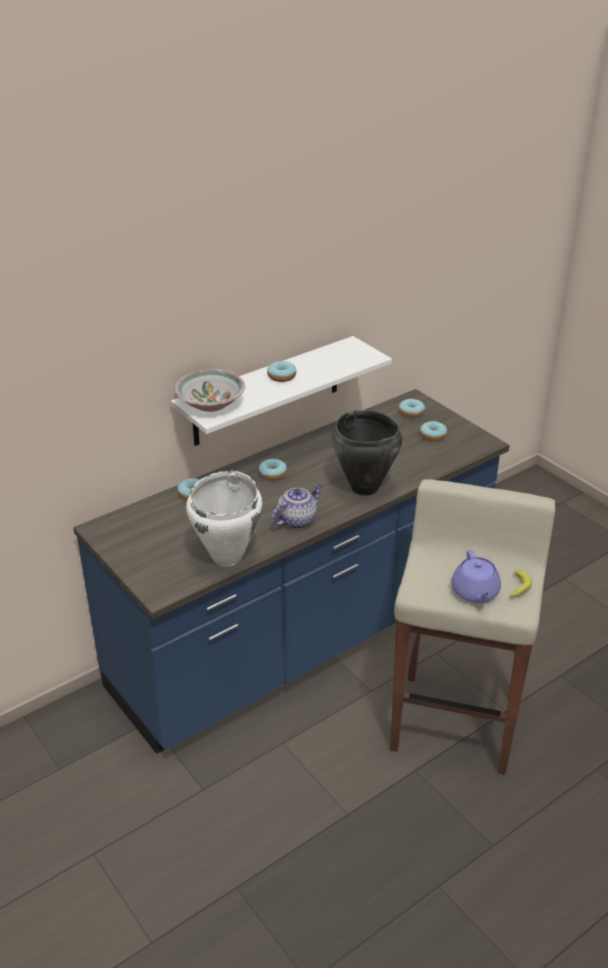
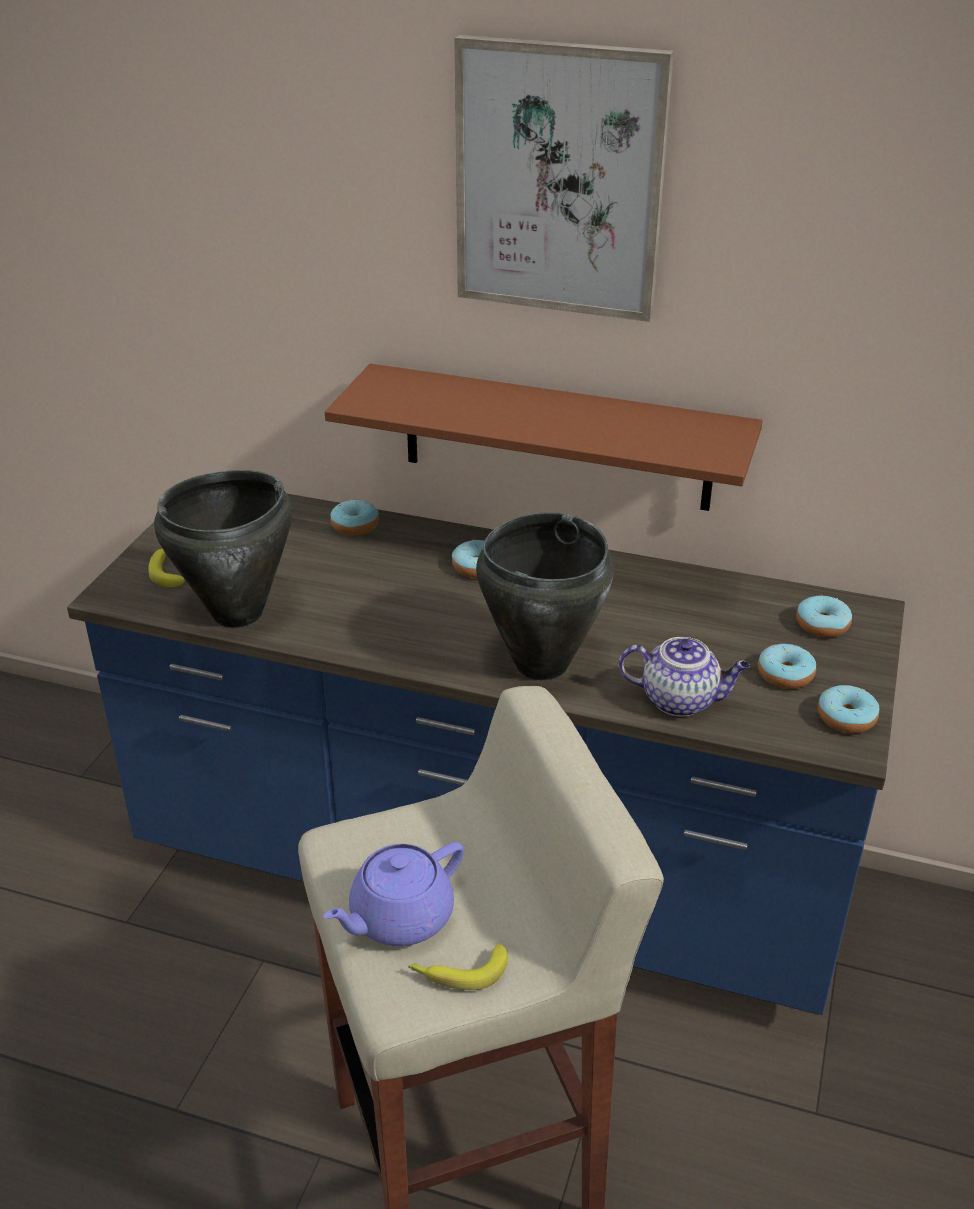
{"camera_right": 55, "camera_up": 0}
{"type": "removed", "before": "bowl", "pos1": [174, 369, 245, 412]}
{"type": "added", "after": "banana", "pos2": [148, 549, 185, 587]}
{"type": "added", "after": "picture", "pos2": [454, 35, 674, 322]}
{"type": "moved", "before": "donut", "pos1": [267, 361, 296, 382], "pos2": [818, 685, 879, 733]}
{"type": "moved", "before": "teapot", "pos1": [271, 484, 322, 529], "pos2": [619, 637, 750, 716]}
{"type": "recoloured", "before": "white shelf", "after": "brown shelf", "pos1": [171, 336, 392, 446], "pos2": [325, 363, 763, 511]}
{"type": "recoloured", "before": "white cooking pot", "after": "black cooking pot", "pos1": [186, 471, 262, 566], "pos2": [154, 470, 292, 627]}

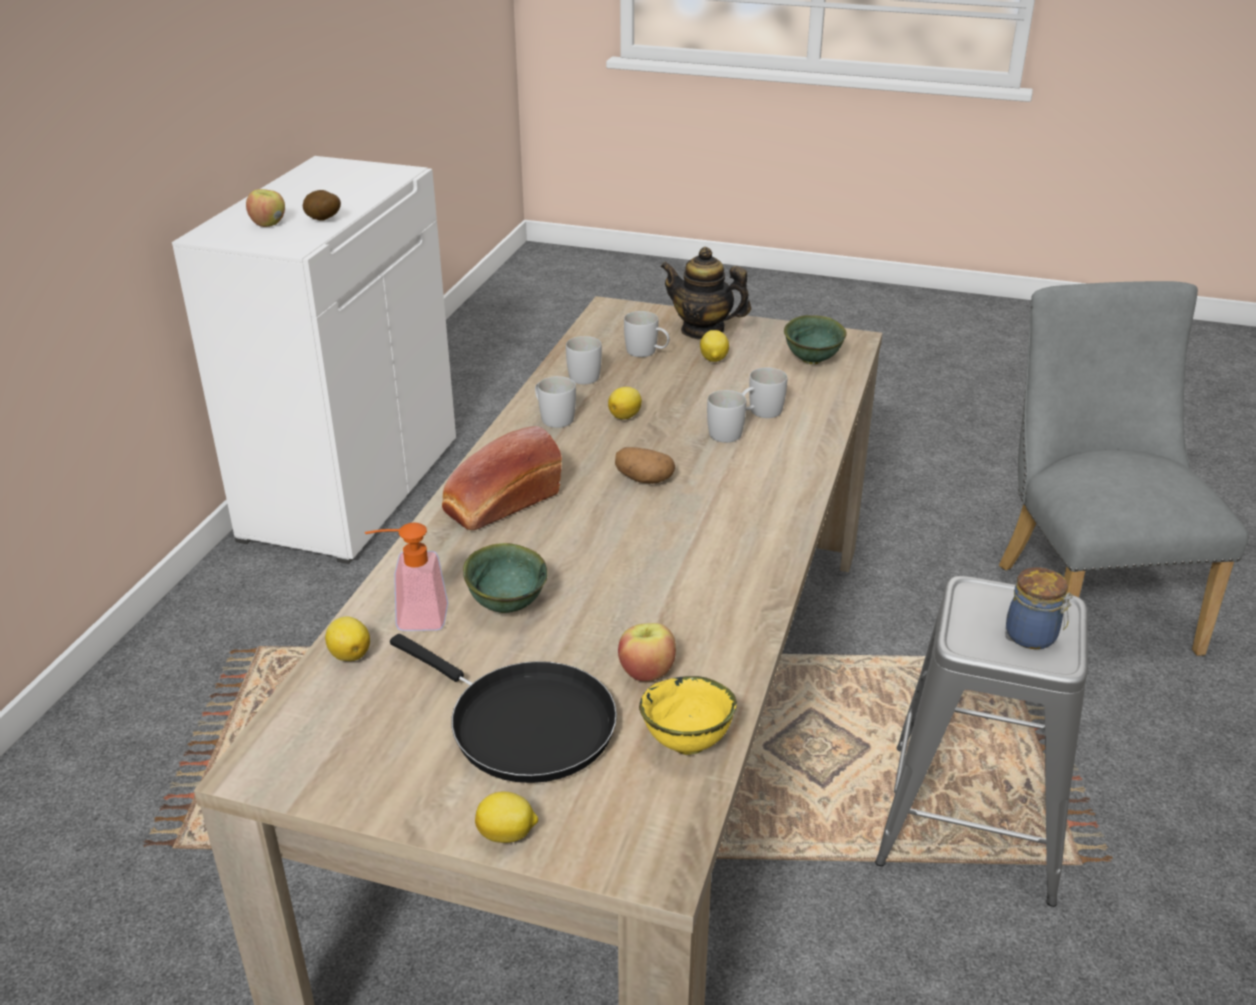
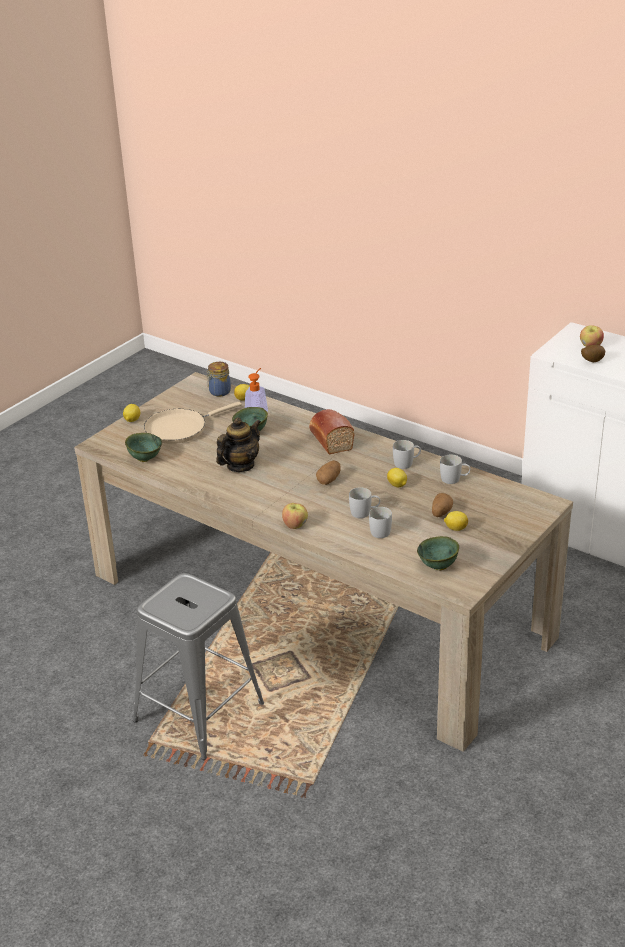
{"camera_right": 110, "camera_up": 0}
{"type": "removed", "before": "white mug", "pos1": [624, 311, 670, 357]}
{"type": "removed", "before": "grey chair", "pos1": [999, 281, 1249, 656]}
{"type": "added", "after": "potato", "pos2": [432, 493, 453, 517]}
{"type": "moved", "before": "apple", "pos1": [618, 623, 676, 682], "pos2": [282, 503, 308, 529]}
{"type": "moved", "before": "teapot", "pos1": [660, 247, 751, 340], "pos2": [216, 417, 261, 472]}
{"type": "moved", "before": "jar", "pos1": [1006, 567, 1073, 649], "pos2": [206, 362, 231, 396]}
{"type": "recoloured", "before": "black frying pan", "after": "beige frying pan", "pos1": [390, 634, 617, 783], "pos2": [144, 402, 242, 444]}
{"type": "recoloured", "before": "yellow bowl", "after": "green bowl", "pos1": [639, 676, 737, 755], "pos2": [125, 433, 162, 462]}

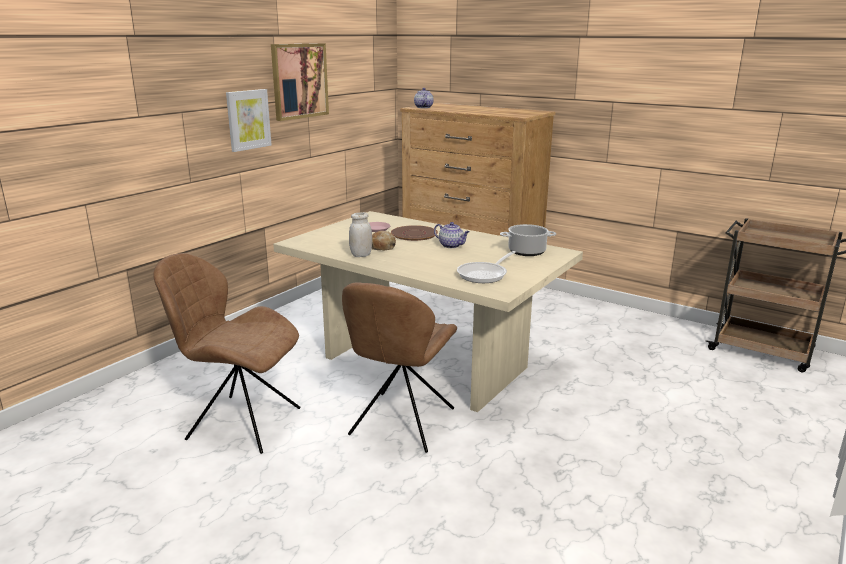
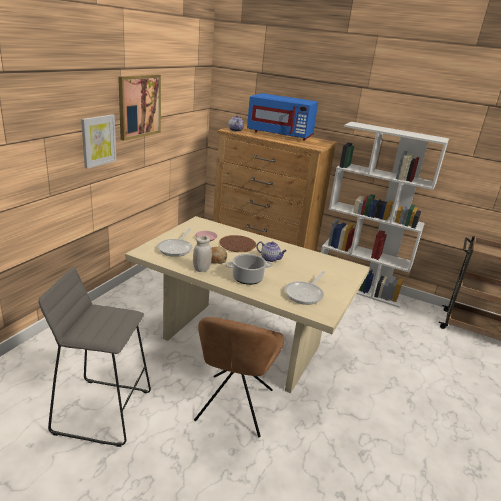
{"camera_right": -10, "camera_up": 5}
{"type": "added", "after": "frying pan", "pos2": [158, 228, 192, 257]}
{"type": "added", "after": "blue microwave", "pos2": [247, 93, 318, 141]}
{"type": "added", "after": "white bookcase", "pos2": [321, 122, 449, 307]}
{"type": "moved", "before": "cooking pot", "pos1": [500, 224, 556, 256], "pos2": [225, 254, 273, 285]}
{"type": "replaced", "before": "brown chair", "after": "grey stool", "pos1": [153, 253, 301, 454], "pos2": [38, 267, 151, 447]}

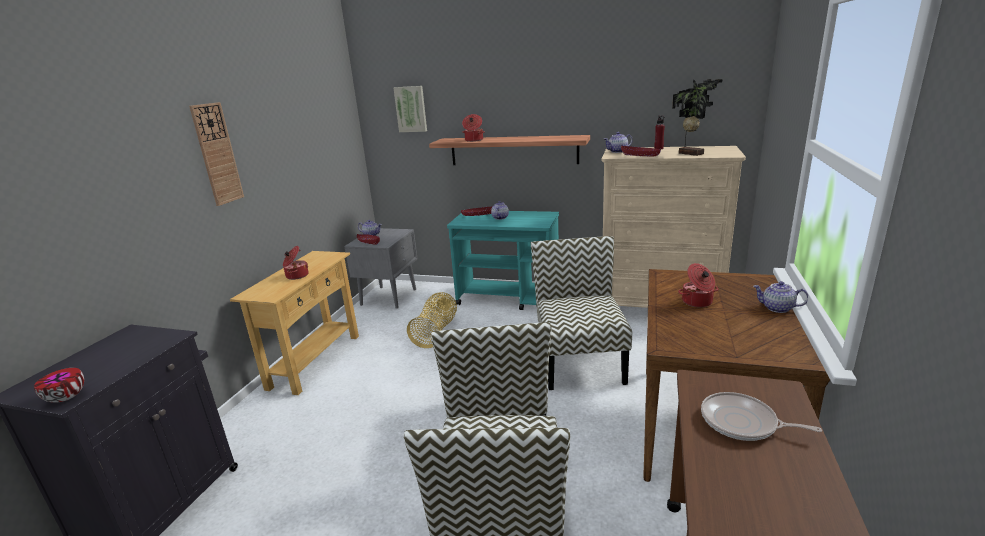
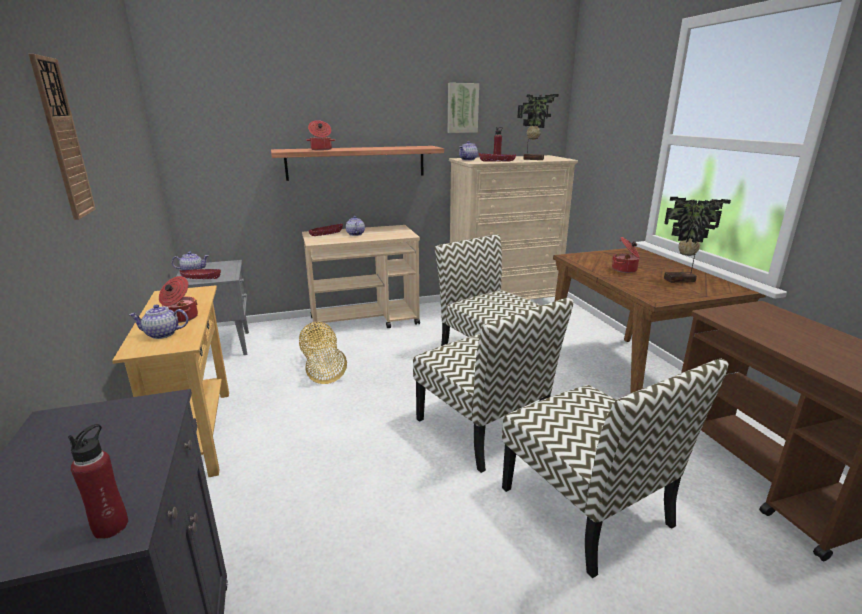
{"camera_right": -35, "camera_up": 0}
{"type": "removed", "before": "frying pan", "pos1": [701, 392, 822, 441]}
{"type": "added", "after": "potted plant", "pos2": [664, 197, 731, 283]}
{"type": "moved", "before": "picture", "pos1": [394, 86, 427, 132], "pos2": [448, 83, 479, 133]}
{"type": "moved", "before": "teapot", "pos1": [753, 281, 808, 313], "pos2": [129, 304, 188, 339]}
{"type": "replaced", "before": "bowl", "after": "red bottle", "pos1": [34, 368, 84, 403], "pos2": [68, 424, 128, 539]}
{"type": "recoloured", "before": "turquoise cart", "after": "beige cart", "pos1": [447, 211, 559, 310], "pos2": [302, 225, 420, 328]}

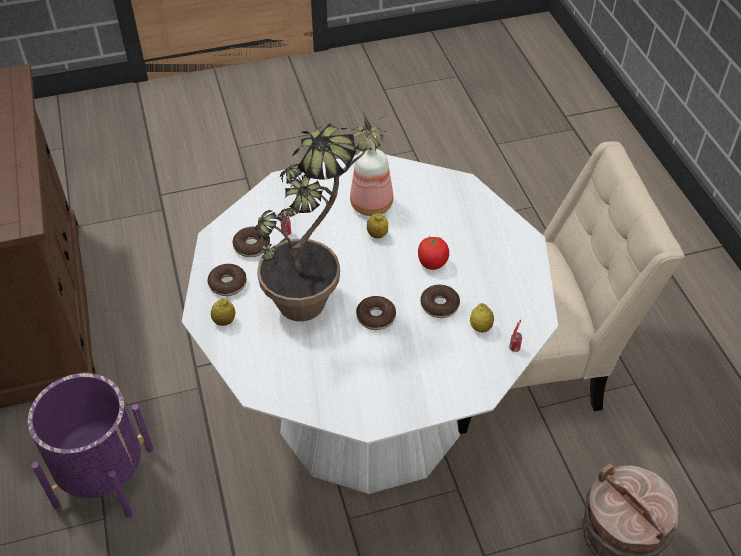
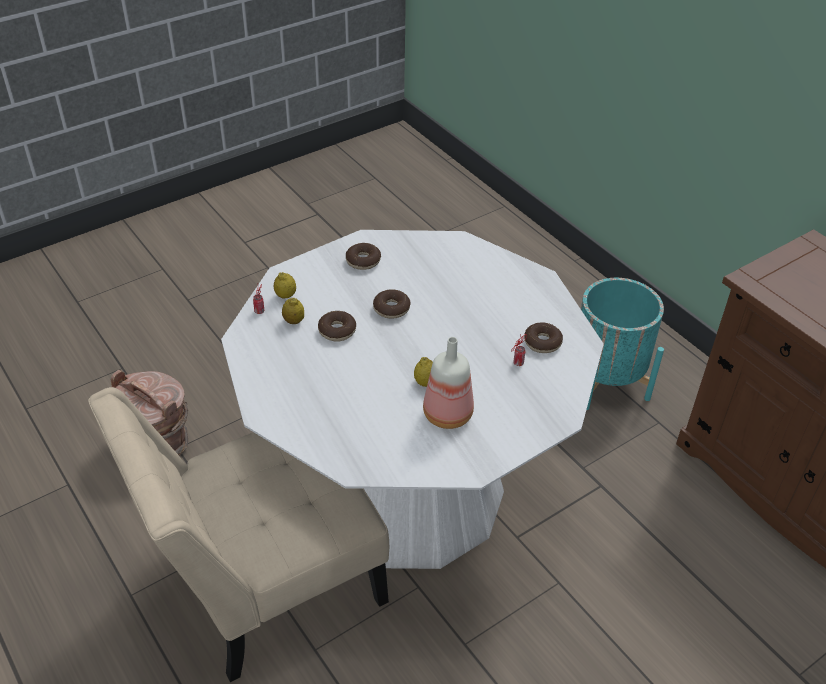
{"camera_right": 160, "camera_up": -5}
{"type": "removed", "before": "potted plant", "pos1": [255, 111, 393, 321]}
{"type": "removed", "before": "tomato", "pos1": [418, 236, 449, 270]}
{"type": "moved", "before": "donut", "pos1": [208, 264, 247, 296], "pos2": [346, 243, 381, 270]}
{"type": "moved", "before": "lemon", "pos1": [211, 298, 235, 326], "pos2": [274, 272, 296, 299]}
{"type": "recoloured", "before": "purple planter", "after": "turquoise planter", "pos1": [28, 373, 153, 518], "pos2": [581, 278, 664, 410]}

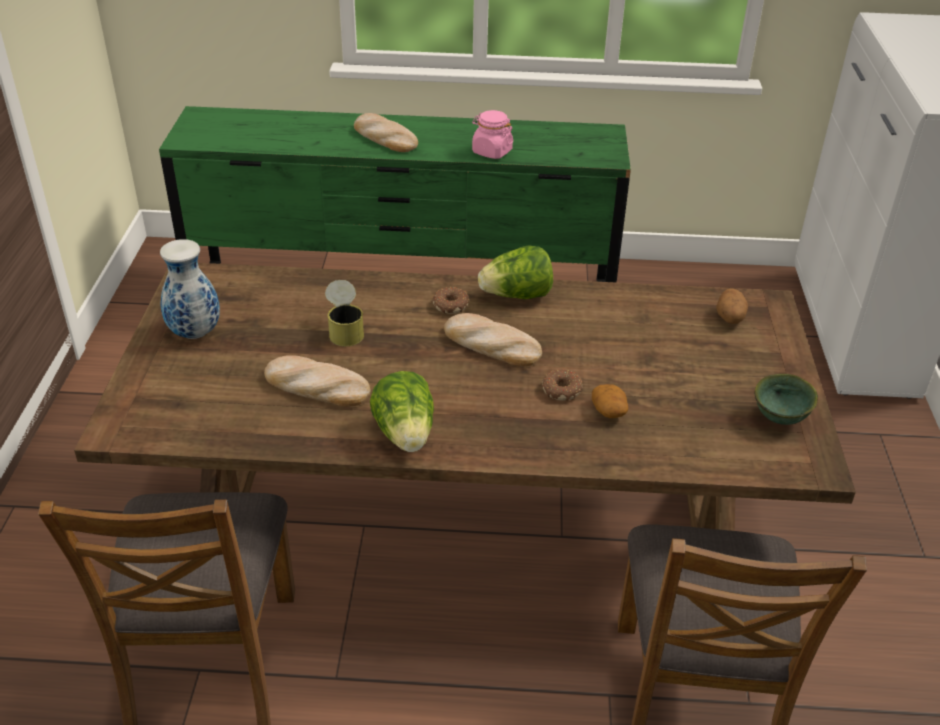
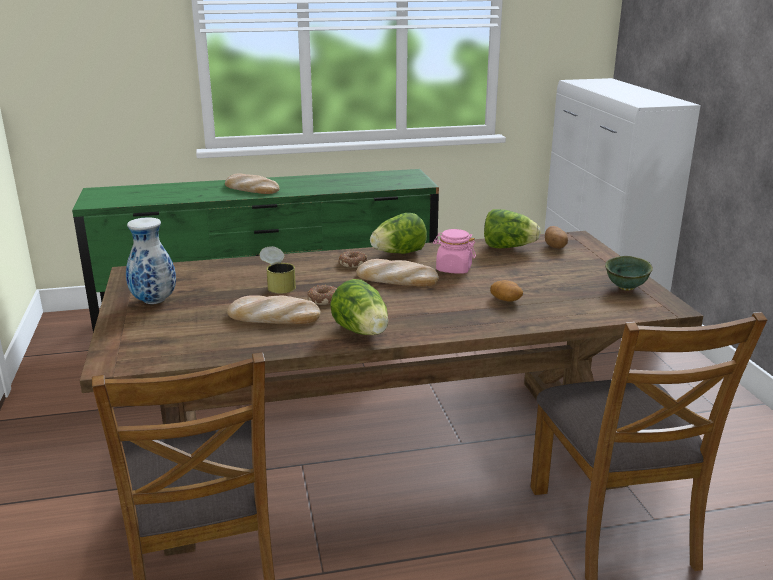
{"camera_right": -15, "camera_up": -15}
{"type": "added", "after": "lettuce", "pos2": [484, 209, 541, 248]}
{"type": "moved", "before": "pink jar", "pos1": [472, 110, 513, 159], "pos2": [433, 229, 476, 274]}
{"type": "moved", "before": "donut", "pos1": [542, 369, 583, 401], "pos2": [307, 285, 337, 305]}

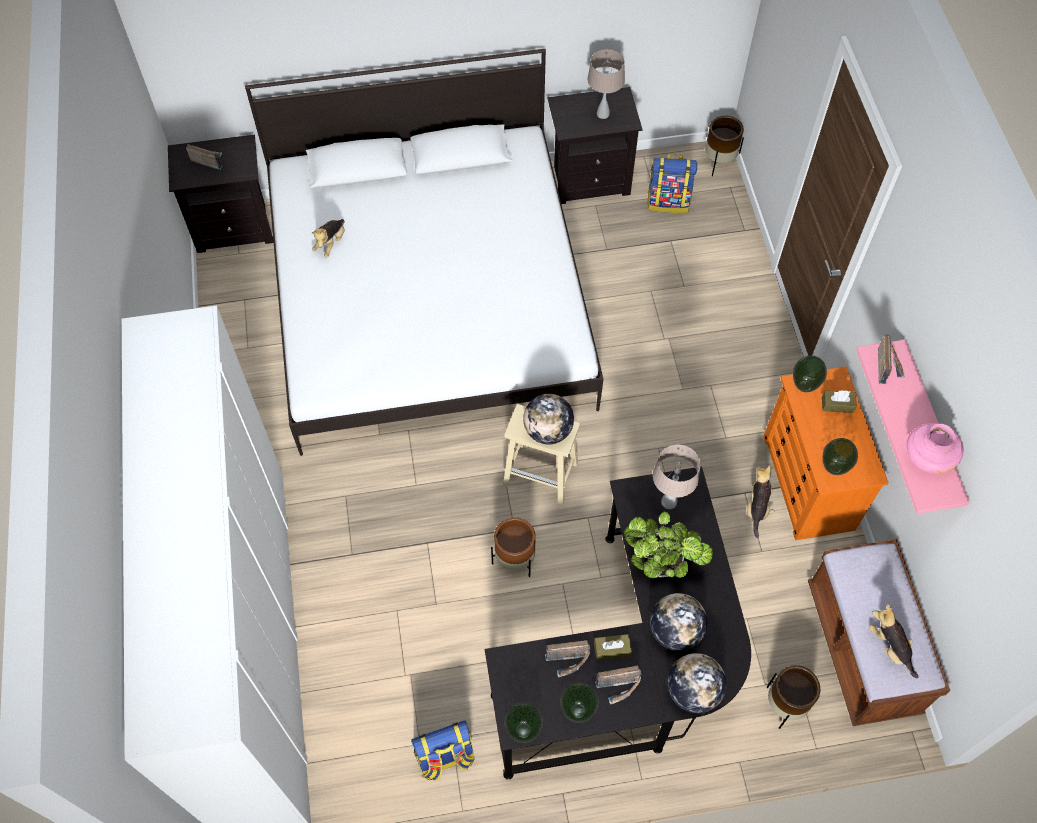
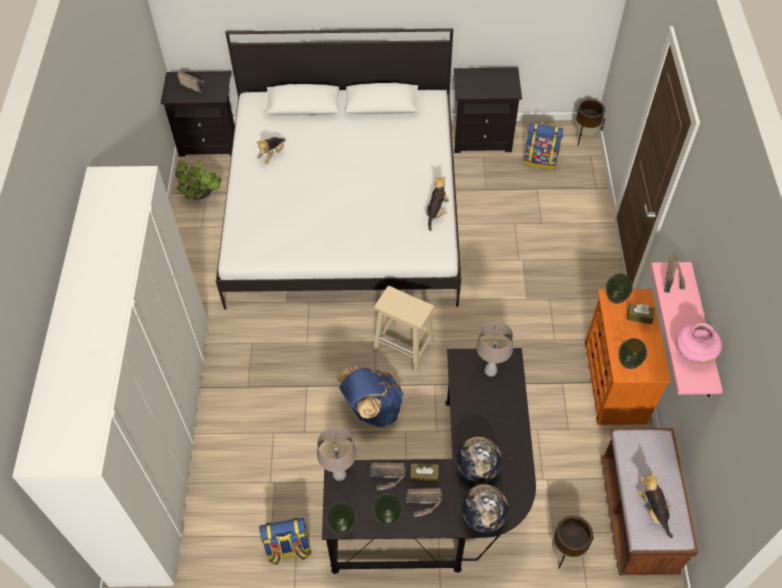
{"camera_right": 10, "camera_up": -5}
{"type": "removed", "before": "globe", "pos1": [523, 394, 574, 444]}
{"type": "moved", "before": "beige table lamp", "pos1": [587, 49, 625, 119], "pos2": [317, 427, 356, 481]}
{"type": "moved", "before": "potted plant", "pos1": [624, 512, 713, 578], "pos2": [175, 161, 222, 202]}
{"type": "moved", "before": "plush toy", "pos1": [747, 465, 774, 538], "pos2": [426, 175, 449, 231]}
{"type": "replaced", "before": "brown planter", "after": "blue backpack", "pos1": [491, 517, 536, 578], "pos2": [335, 366, 403, 427]}

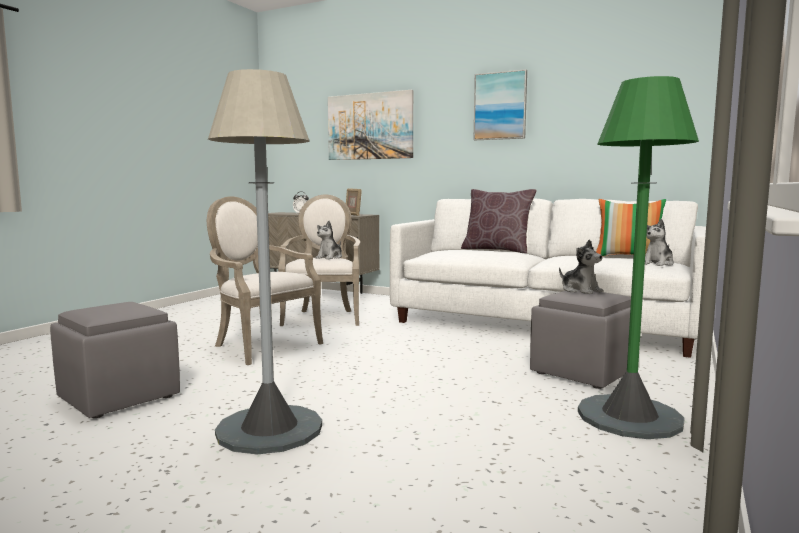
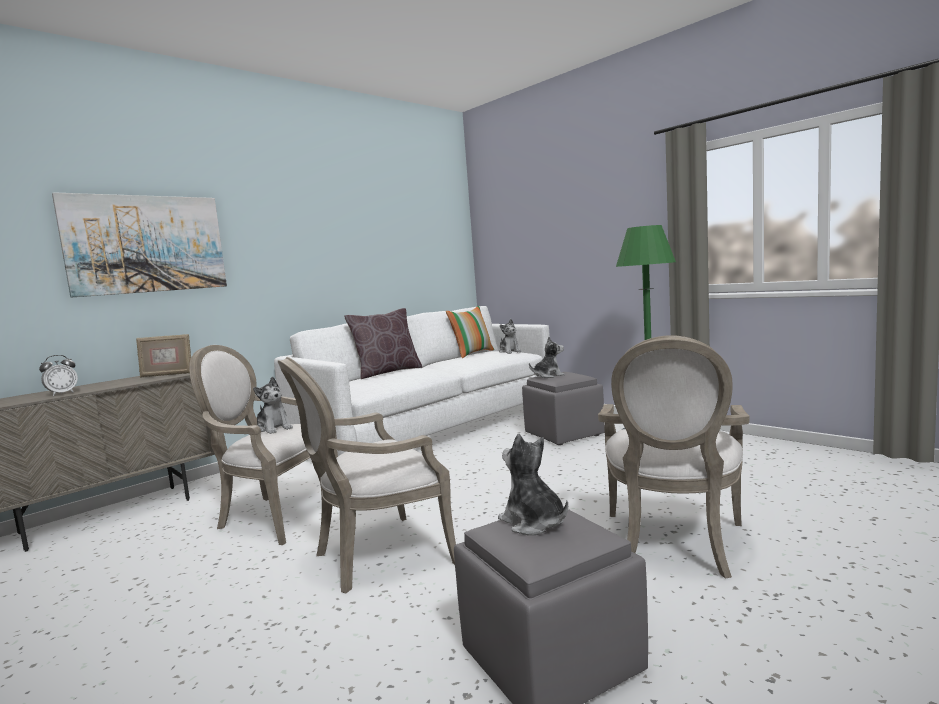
{"camera_right": -70, "camera_up": 0}
{"type": "removed", "before": "picture", "pos1": [474, 69, 527, 140]}
{"type": "added", "after": "plush toy", "pos2": [498, 434, 568, 535]}
{"type": "replaced", "before": "grey floor lamp", "after": "armchair", "pos1": [208, 69, 322, 454], "pos2": [598, 335, 750, 579]}

